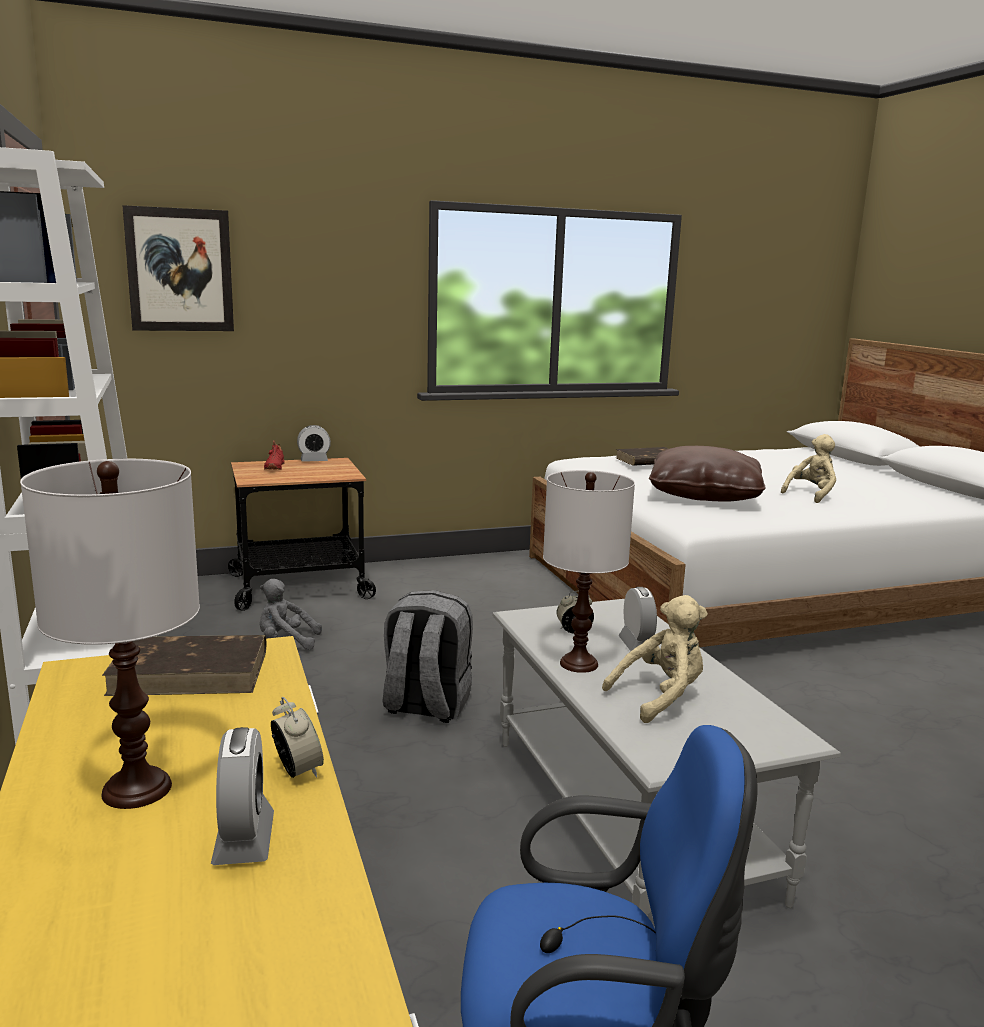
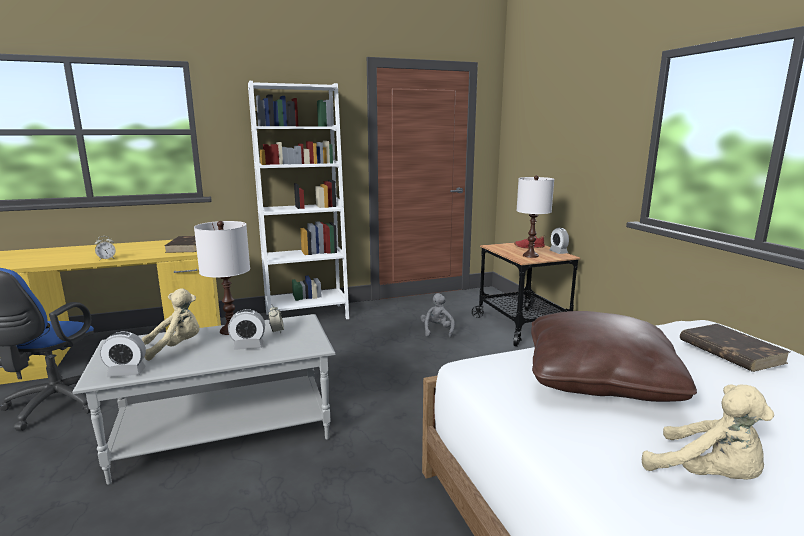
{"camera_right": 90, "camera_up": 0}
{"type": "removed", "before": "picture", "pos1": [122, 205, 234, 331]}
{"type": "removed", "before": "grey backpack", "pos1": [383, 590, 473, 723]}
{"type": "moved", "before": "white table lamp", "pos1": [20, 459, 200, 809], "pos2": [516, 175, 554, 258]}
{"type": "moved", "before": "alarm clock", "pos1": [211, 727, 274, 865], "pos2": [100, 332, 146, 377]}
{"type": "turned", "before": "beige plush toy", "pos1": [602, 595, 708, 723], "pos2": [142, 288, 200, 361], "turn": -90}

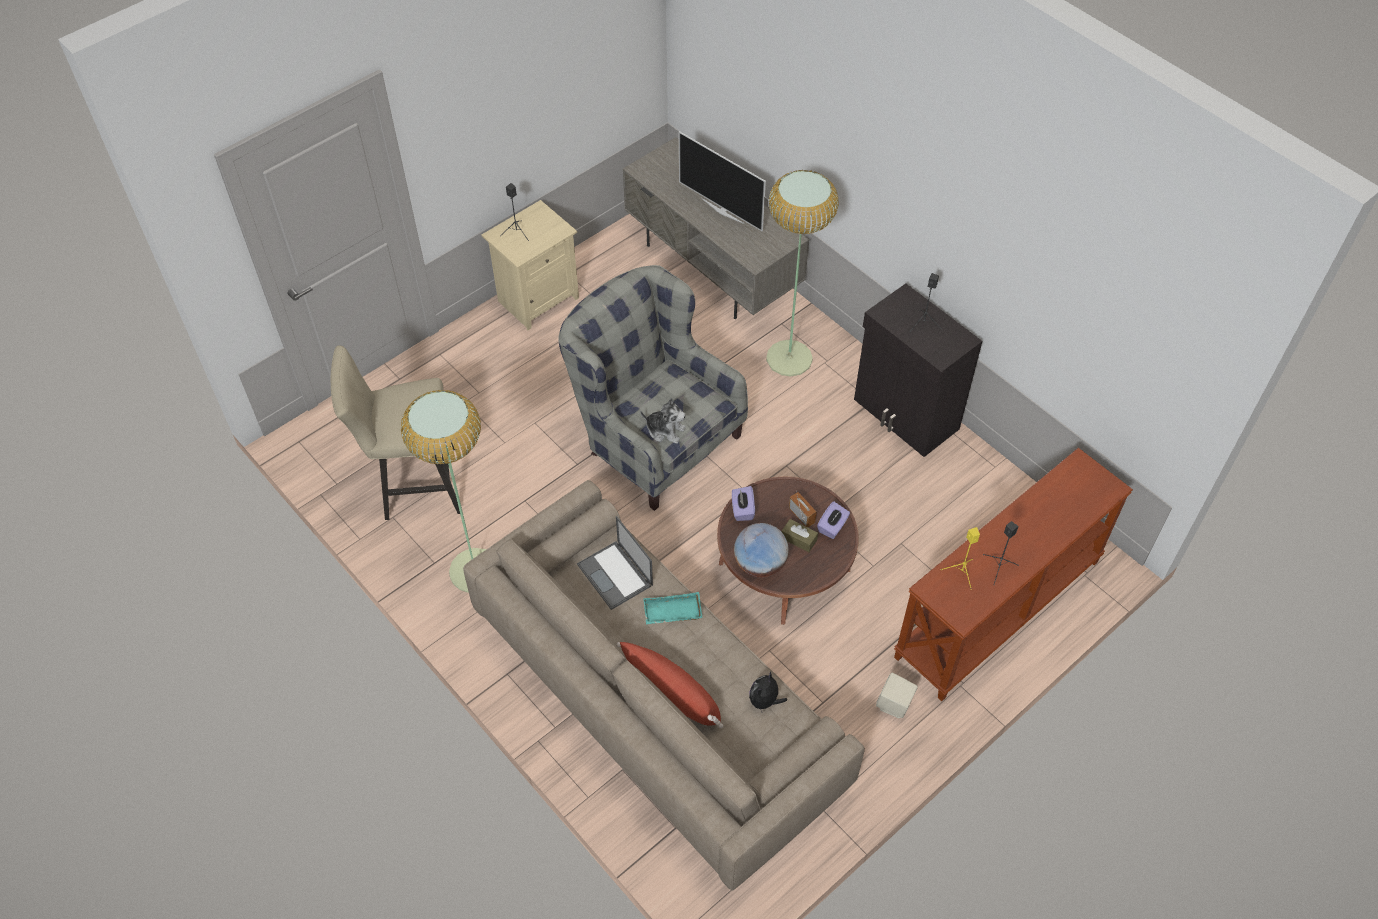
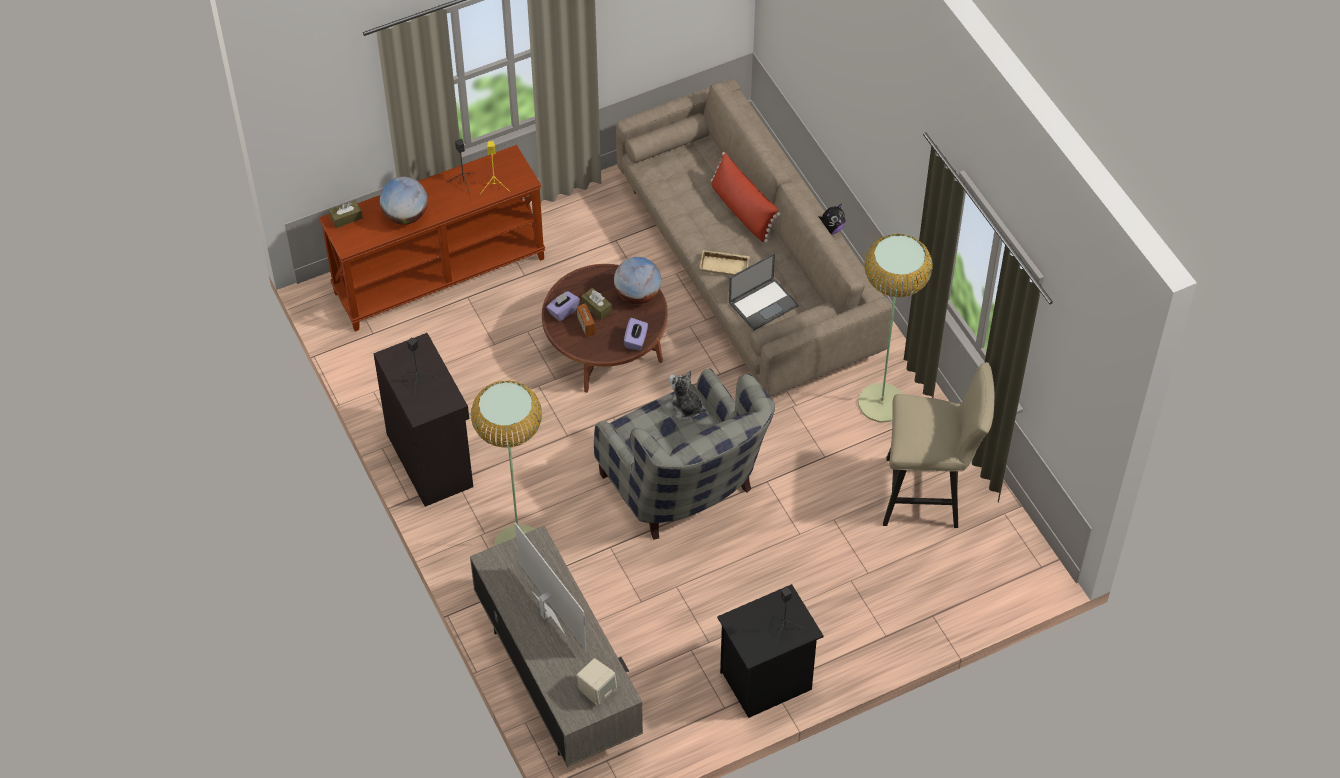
{"camera_right": -165, "camera_up": 0}
{"type": "added", "after": "brown tissue box", "pos2": [329, 200, 363, 228]}
{"type": "added", "after": "globe", "pos2": [380, 177, 428, 225]}
{"type": "moved", "before": "plush toy", "pos1": [749, 671, 787, 712], "pos2": [818, 203, 845, 234]}
{"type": "moved", "before": "beige speaker", "pos1": [876, 672, 918, 718], "pos2": [576, 658, 617, 705]}
{"type": "recoloured", "before": "beige nightstand", "after": "black nightstand", "pos1": [481, 200, 579, 331], "pos2": [717, 584, 824, 718]}
{"type": "recoloured", "before": "turquoise tray", "after": "beige tray", "pos1": [643, 592, 703, 624], "pos2": [700, 250, 750, 276]}
{"type": "turned", "before": "laptop", "pos1": [577, 516, 653, 610], "pos2": [729, 253, 799, 331], "turn": 75}

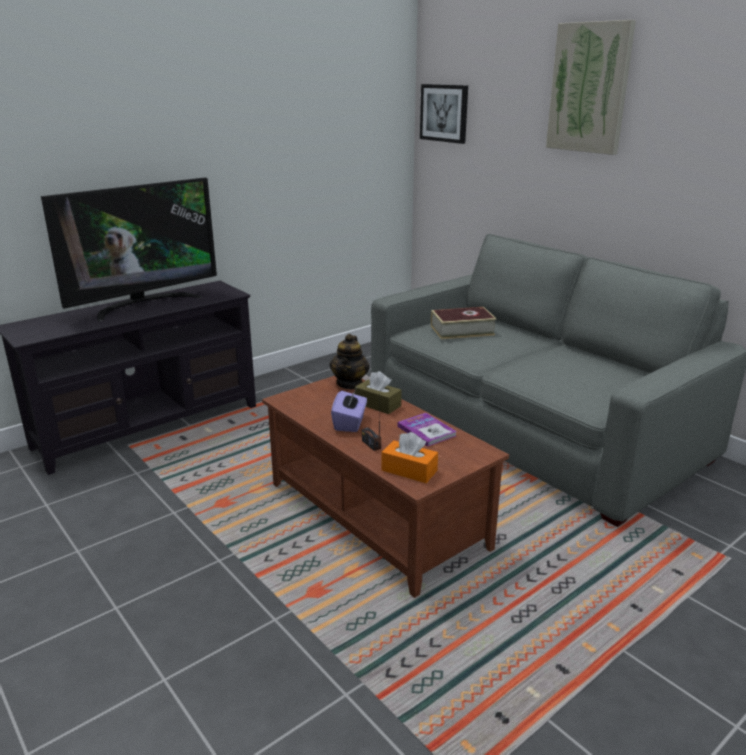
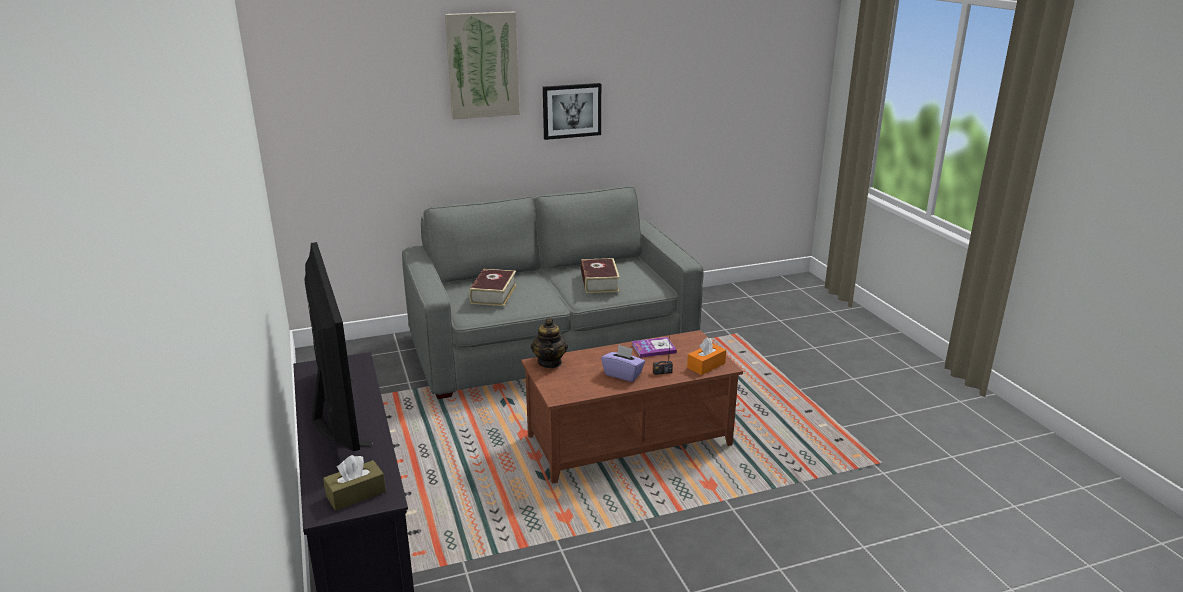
{"camera_right": -70, "camera_up": 0}
{"type": "added", "after": "book", "pos2": [581, 258, 620, 293]}
{"type": "moved", "before": "brown tissue box", "pos1": [355, 371, 402, 414], "pos2": [323, 455, 386, 511]}
{"type": "moved", "before": "picture", "pos1": [420, 84, 468, 144], "pos2": [543, 83, 601, 140]}
{"type": "turned", "before": "teapot", "pos1": [330, 334, 370, 389], "pos2": [531, 318, 568, 368], "turn": 60}

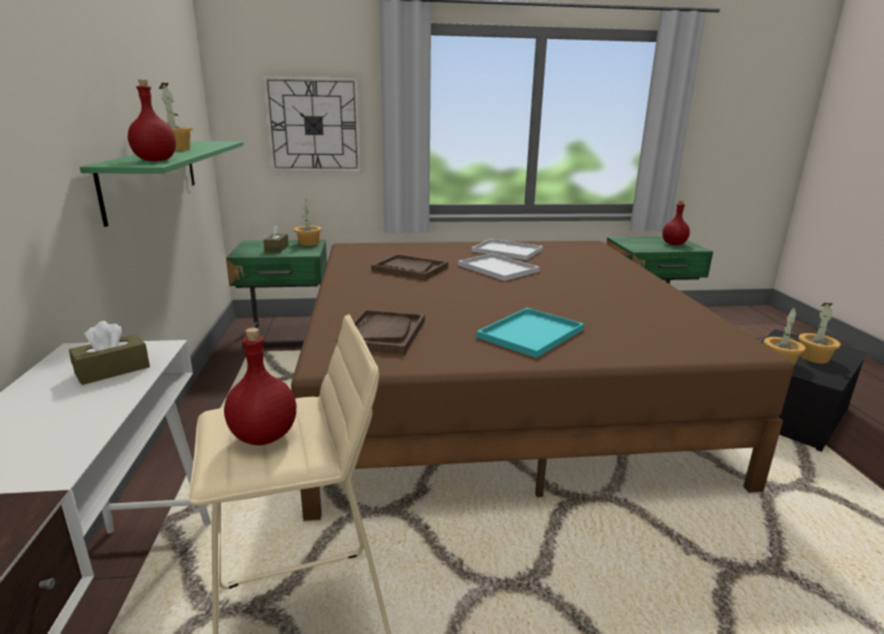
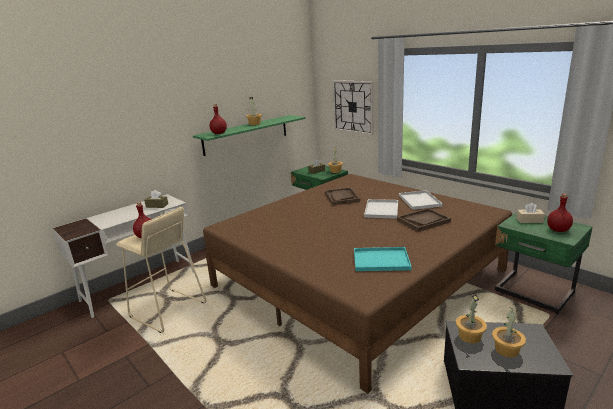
{"camera_right": 55, "camera_up": 0}
{"type": "added", "after": "beige tissue box", "pos2": [516, 203, 545, 223]}
{"type": "moved", "before": "brown tray", "pos1": [336, 309, 425, 355], "pos2": [397, 208, 451, 232]}
{"type": "moved", "before": "turquoise tray", "pos1": [477, 308, 584, 358], "pos2": [354, 247, 412, 271]}

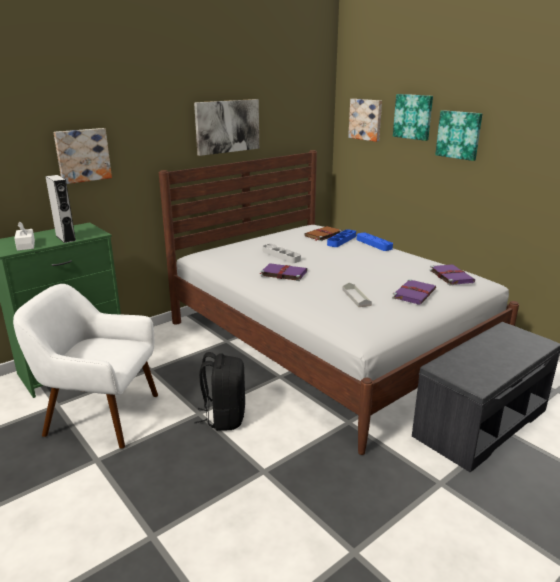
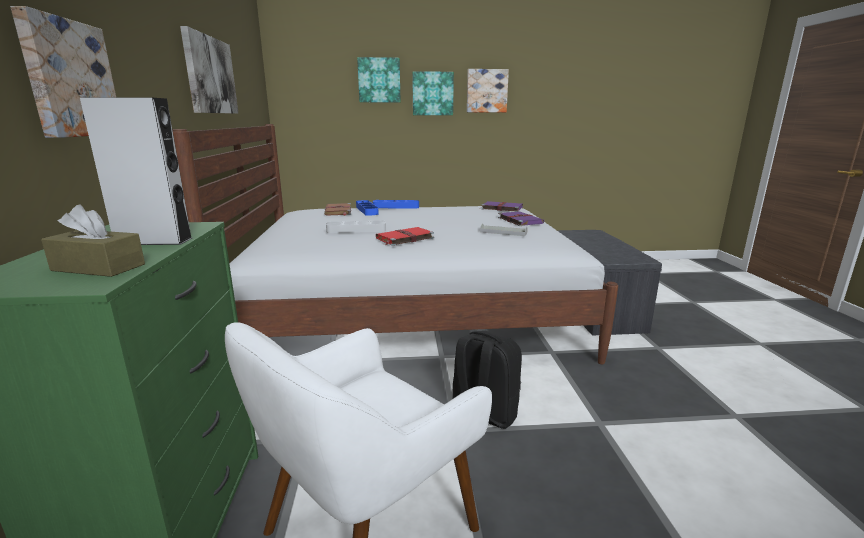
{"camera_right": -55, "camera_up": -5}
{"type": "moved", "before": "picture", "pos1": [348, 99, 382, 142], "pos2": [467, 69, 509, 112]}
{"type": "recoloured", "before": "white tissue box", "after": "brown tissue box", "pos1": [14, 222, 35, 251], "pos2": [41, 205, 145, 277]}
{"type": "recoloured", "before": "purple book", "after": "red book", "pos1": [260, 263, 307, 281], "pos2": [376, 227, 434, 246]}

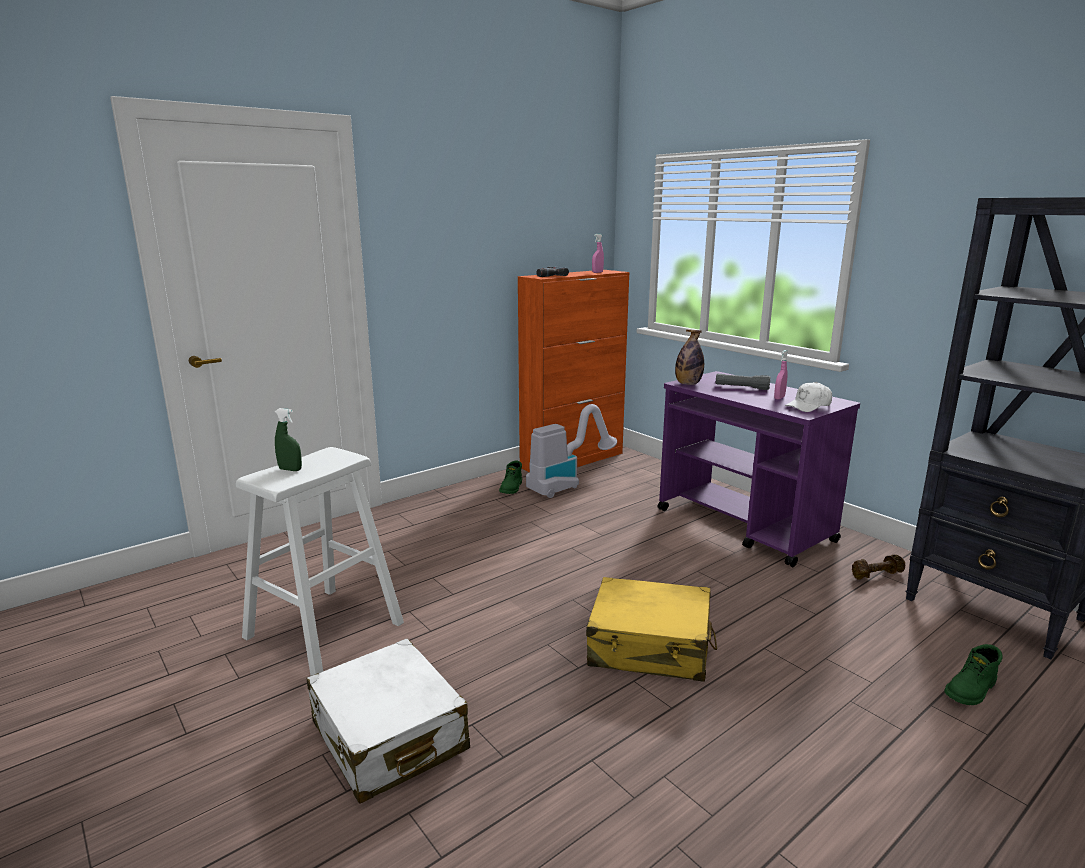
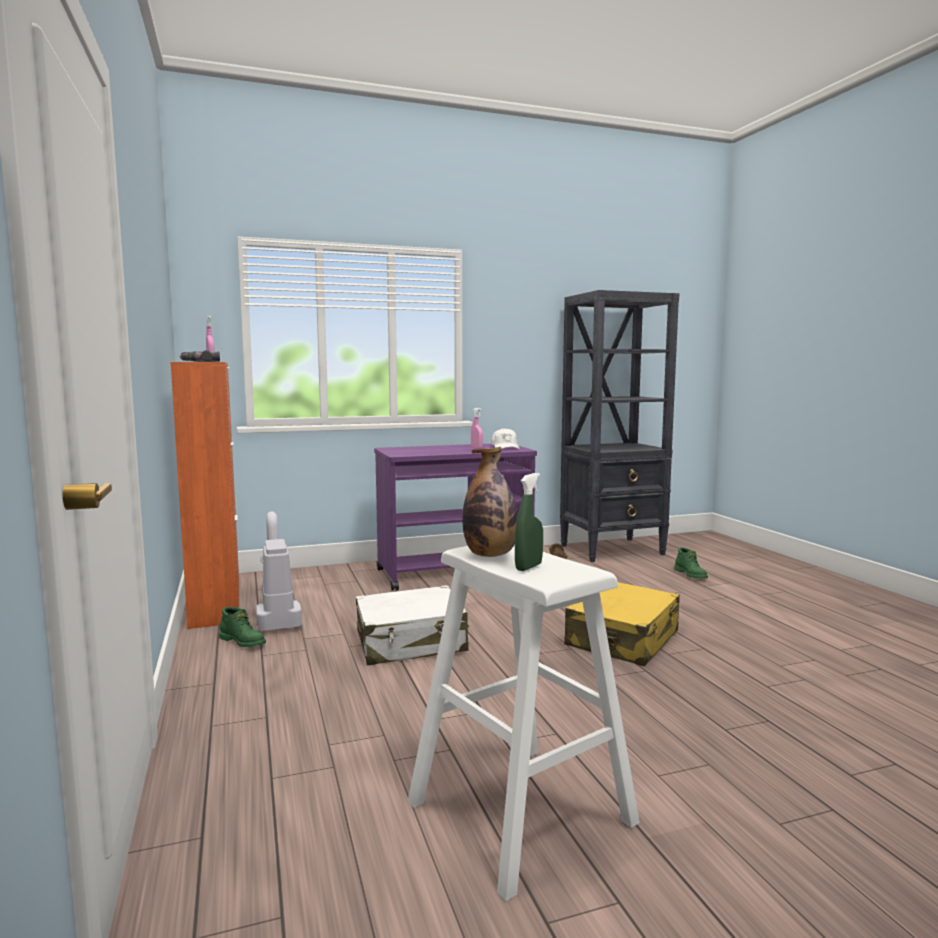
{"camera_right": -70, "camera_up": -10}
{"type": "removed", "before": "grey flashlight", "pos1": [716, 374, 771, 390]}
{"type": "moved", "before": "white suitcase", "pos1": [307, 639, 470, 804], "pos2": [356, 585, 469, 665]}
{"type": "moved", "before": "bottle", "pos1": [675, 329, 704, 385], "pos2": [463, 447, 518, 557]}

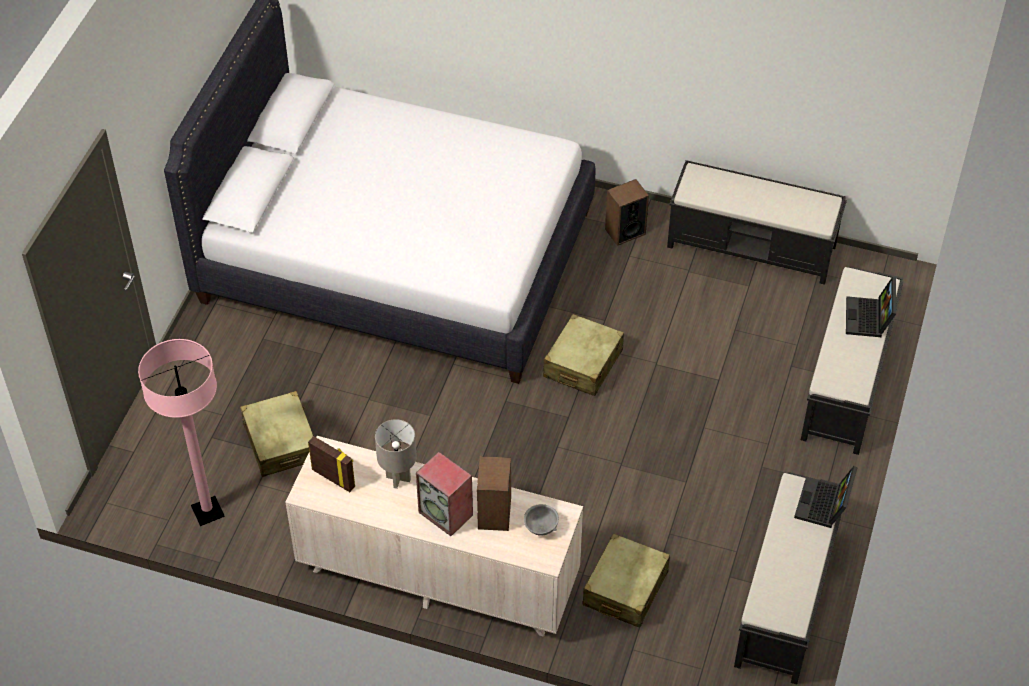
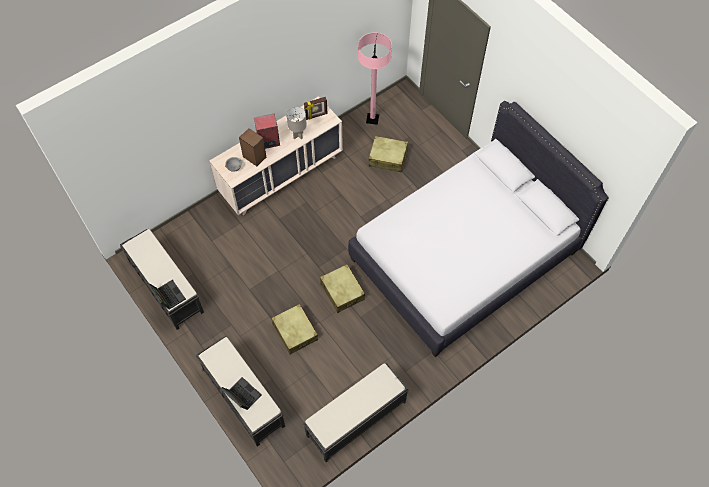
{"camera_right": 125, "camera_up": 10}
{"type": "removed", "before": "speaker", "pos1": [605, 179, 649, 246]}
{"type": "moved", "before": "beige suitcase", "pos1": [583, 533, 670, 628], "pos2": [271, 304, 318, 355]}

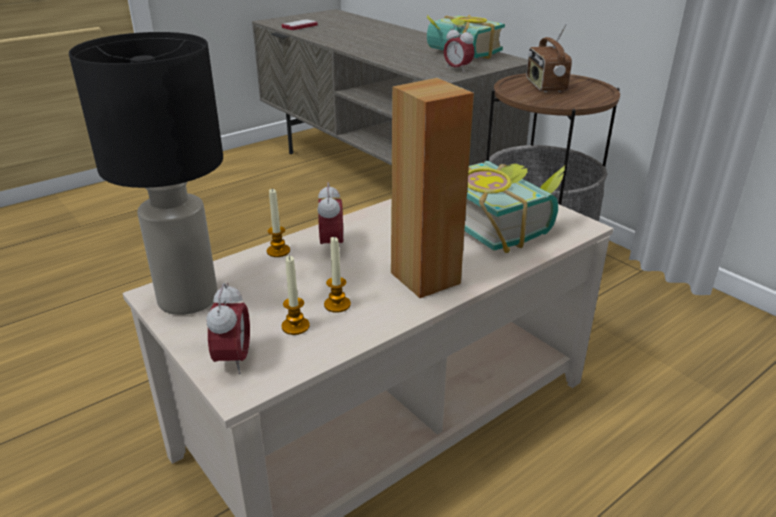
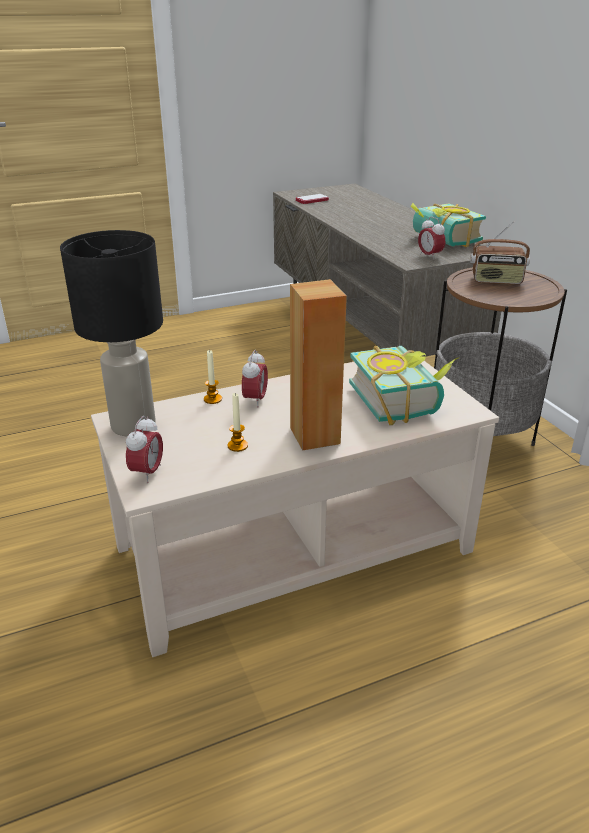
{"camera_right": 15, "camera_up": 0}
{"type": "removed", "before": "candle", "pos1": [282, 255, 310, 335]}
{"type": "turned", "before": "radio", "pos1": [526, 23, 572, 92], "pos2": [470, 221, 530, 284], "turn": -90}

